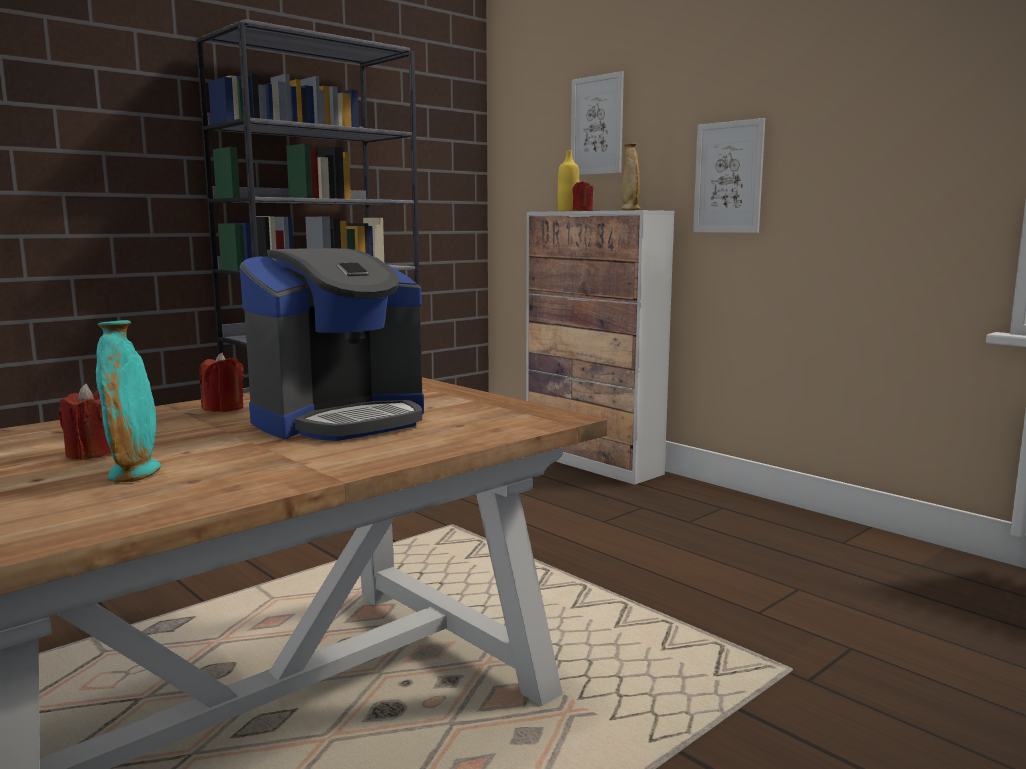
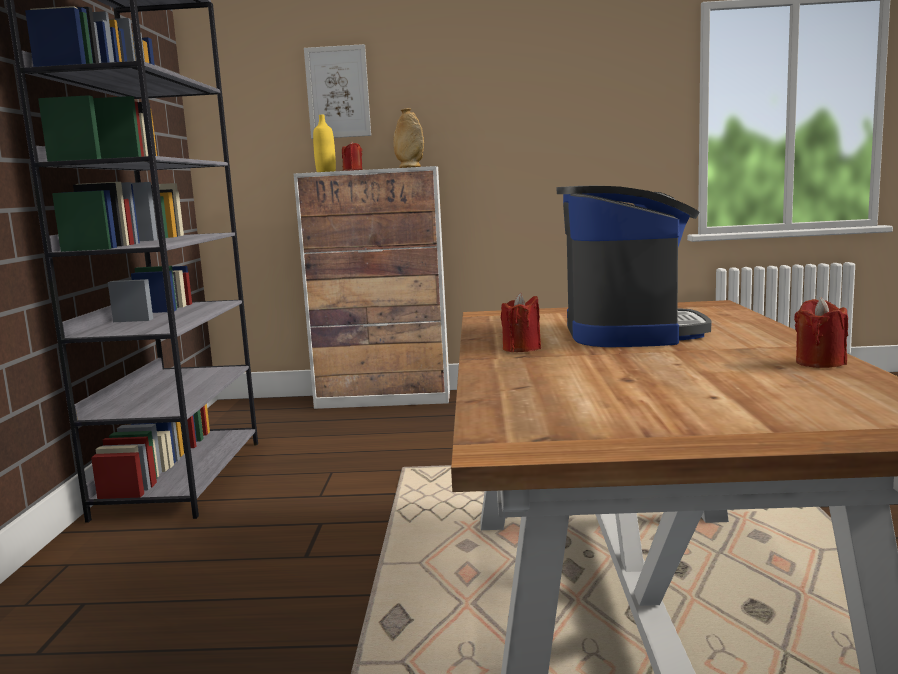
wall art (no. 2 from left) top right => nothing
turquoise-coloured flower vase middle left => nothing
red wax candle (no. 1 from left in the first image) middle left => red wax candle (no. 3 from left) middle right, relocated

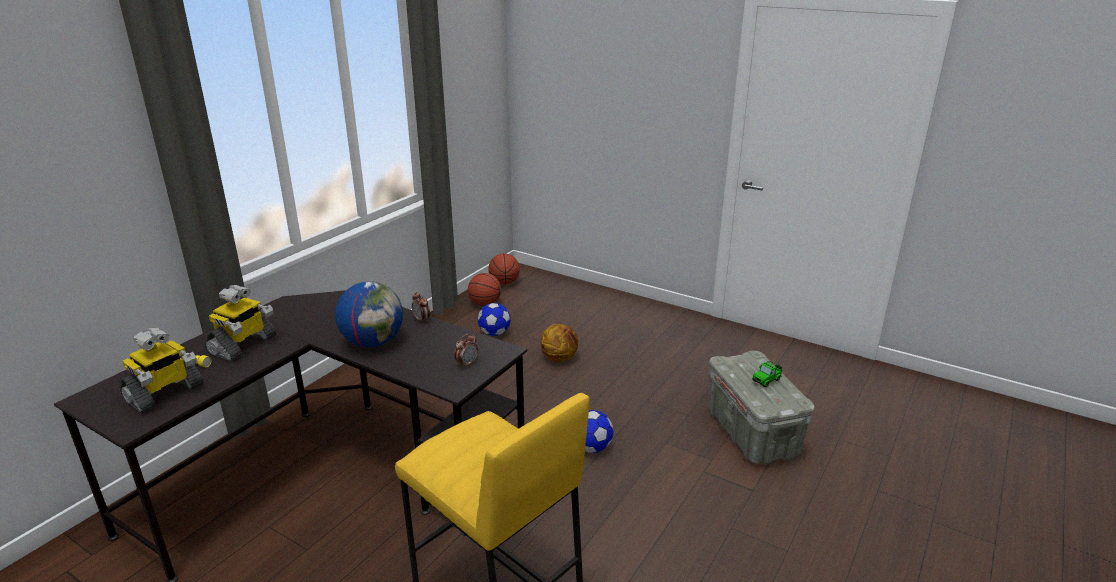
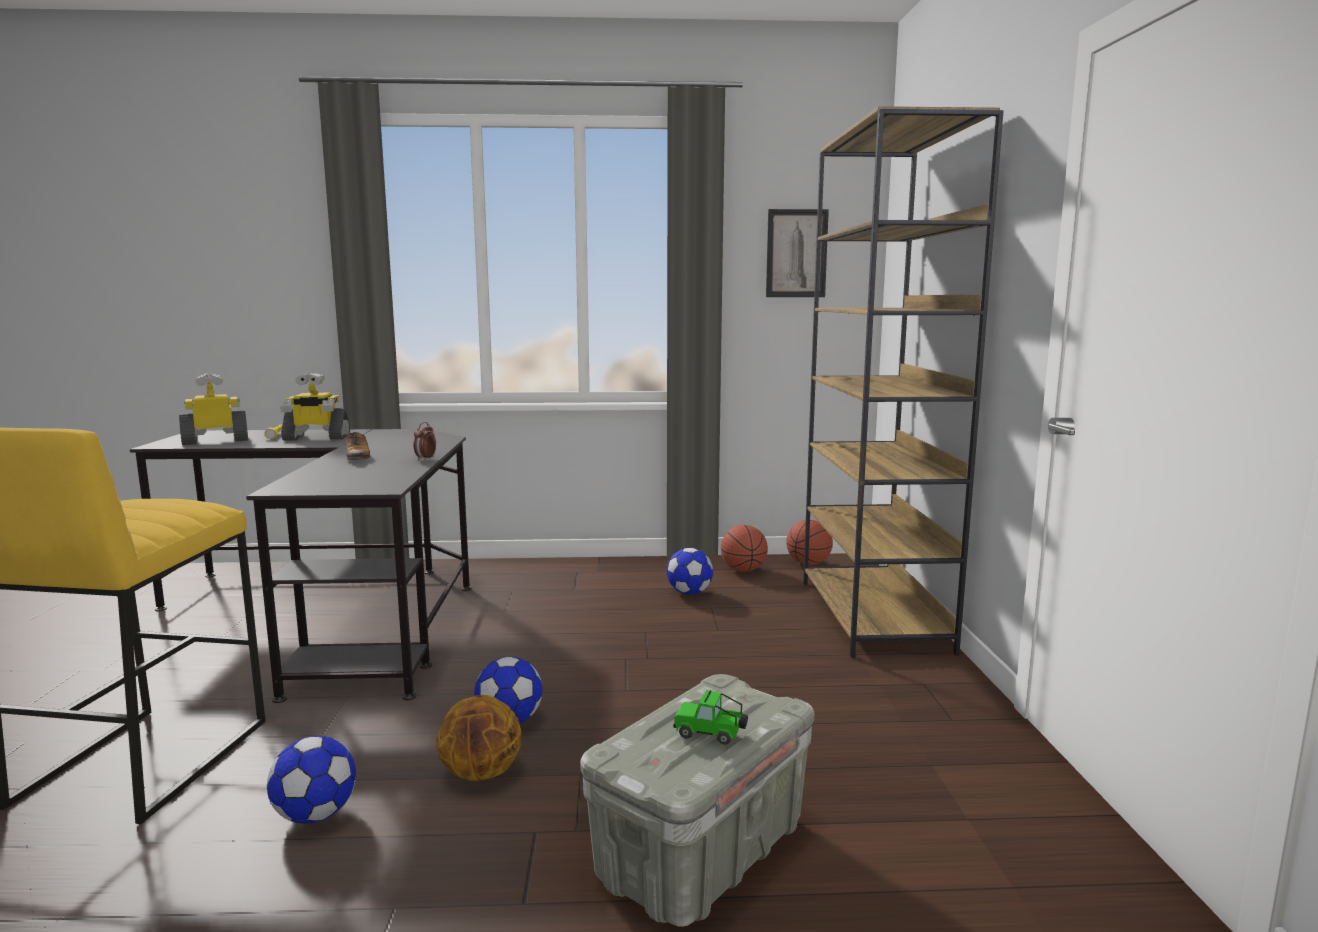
world globe middle left => low shoe middle left
basketball ball (no. 3 from left in the first image) centre => basketball ball (no. 1 from left) bottom centre, relocated
toy robot (no. 1 from left) middle left, 150 degrees clockwise
bedside clock (no. 2 from left) centre => nothing
nothing => brownish shelving unit middle right
nothing => wall art top centre
nothing => football ball (no. 1 from left) bottom left

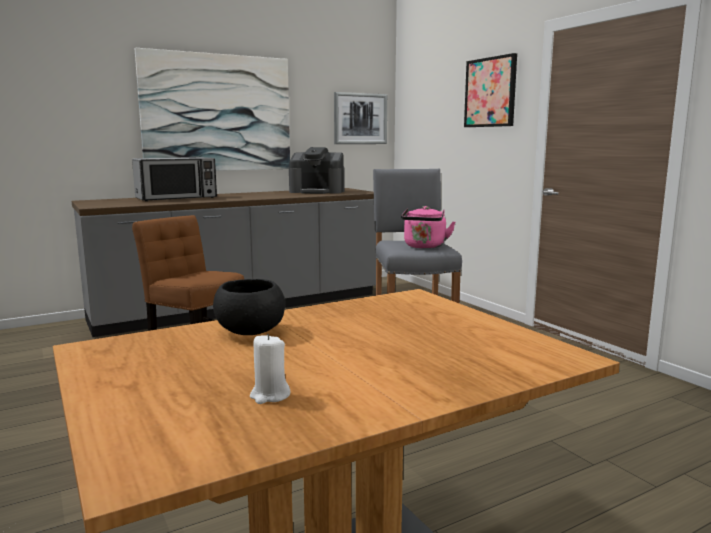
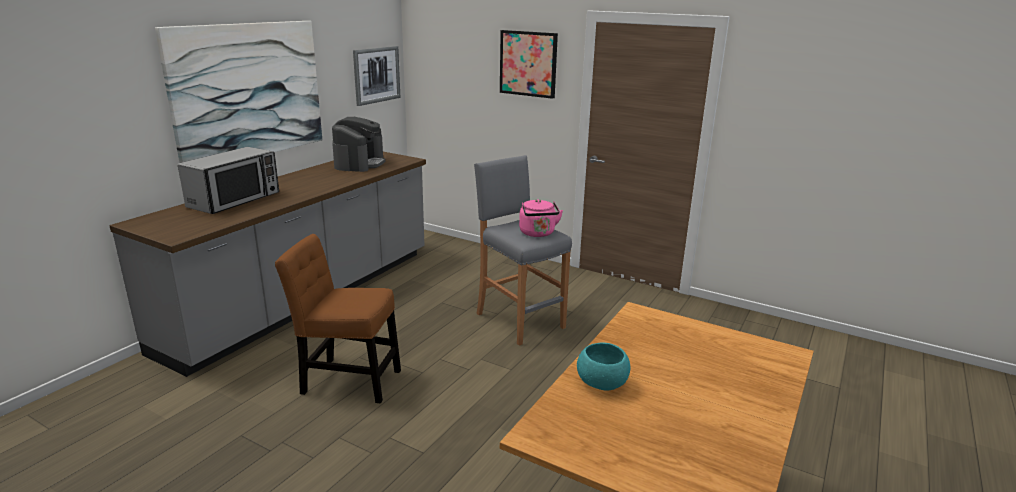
coffee machine top centre, 60 degrees counterclockwise
blackish deep dish centre => turquoise-coloured deep dish bottom centre
whitish wax candle bottom centre => nothing

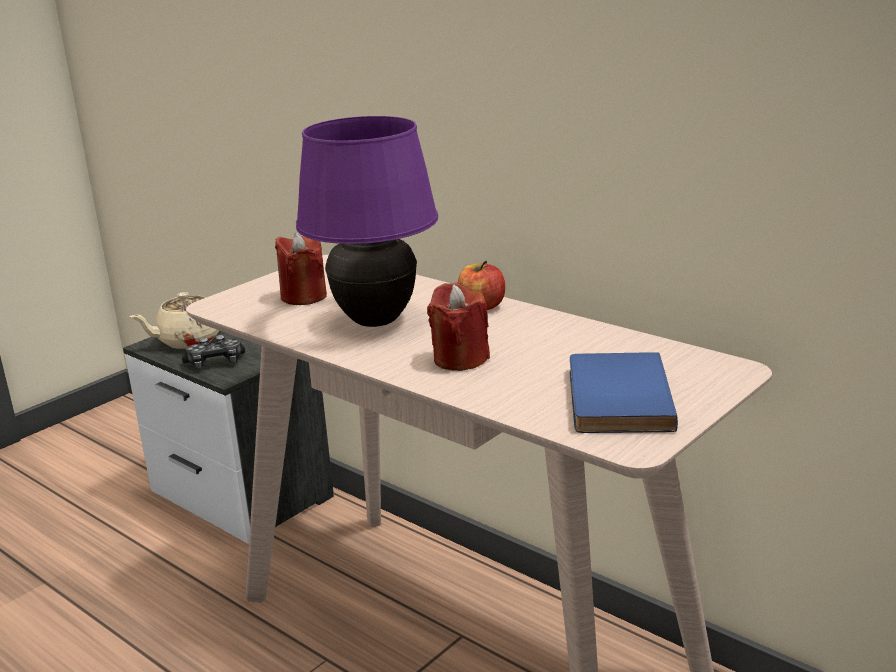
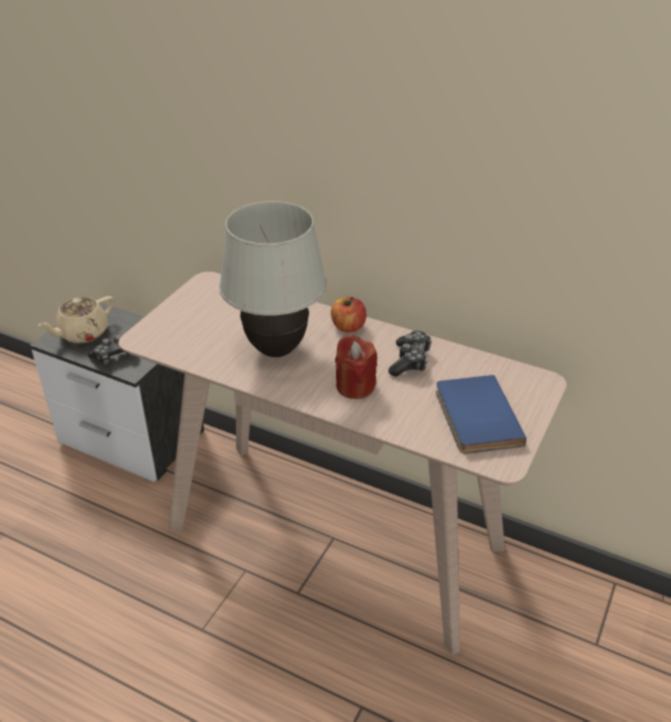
purple tabletop lamp top centre => whitish tabletop lamp centre
red wax candle (no. 1 from left) centre => nothing
nothing => joypad (no. 2 from left) centre

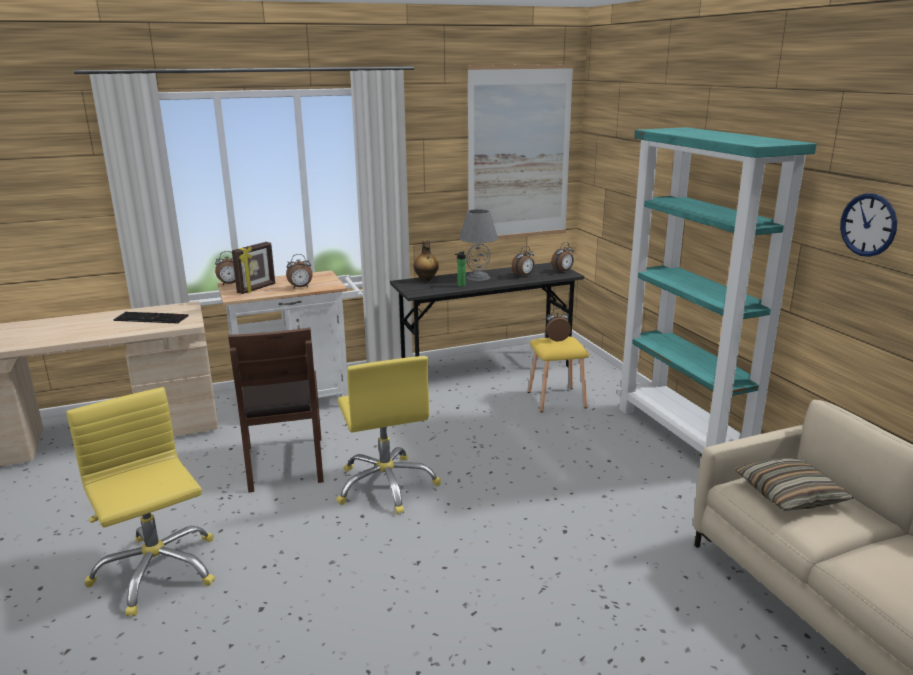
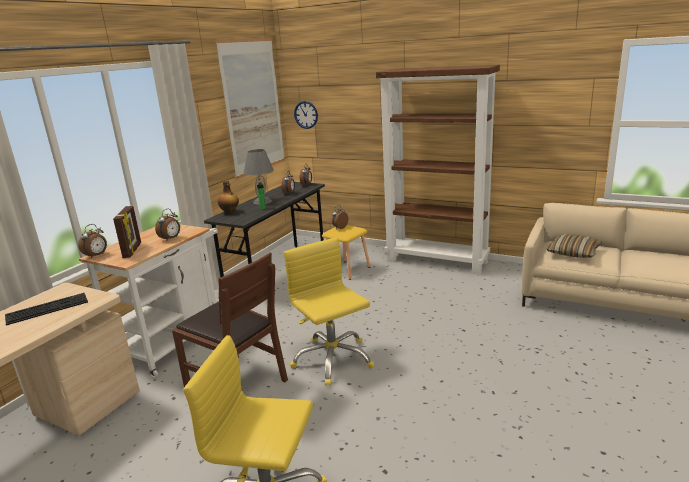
turquoise-coloured shelving unit middle right => brownish shelving unit centre
clock on the wall middle right => clock on the wall top centre, relocated
yellow desk chair (no. 2 from left) centre, 150 degrees counterclockwise

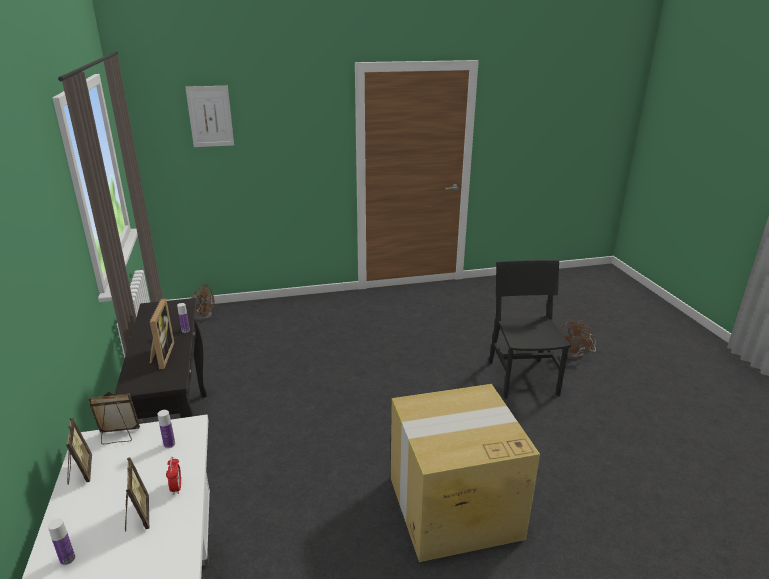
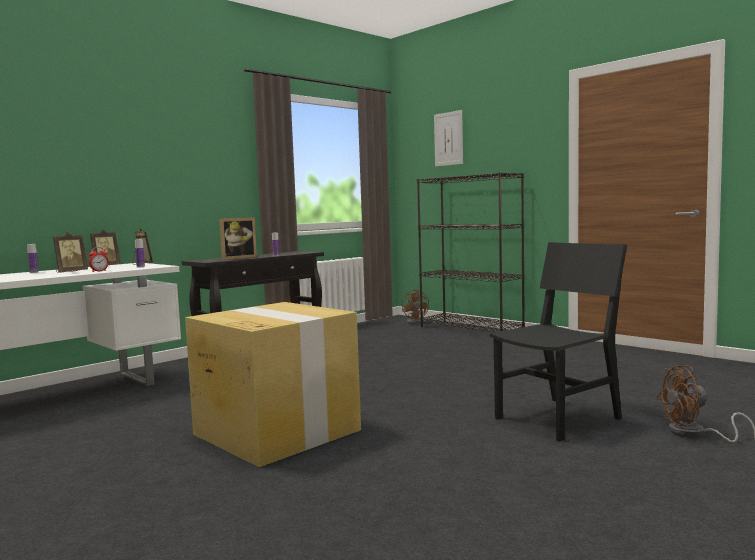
nothing => blackish shelving unit centre

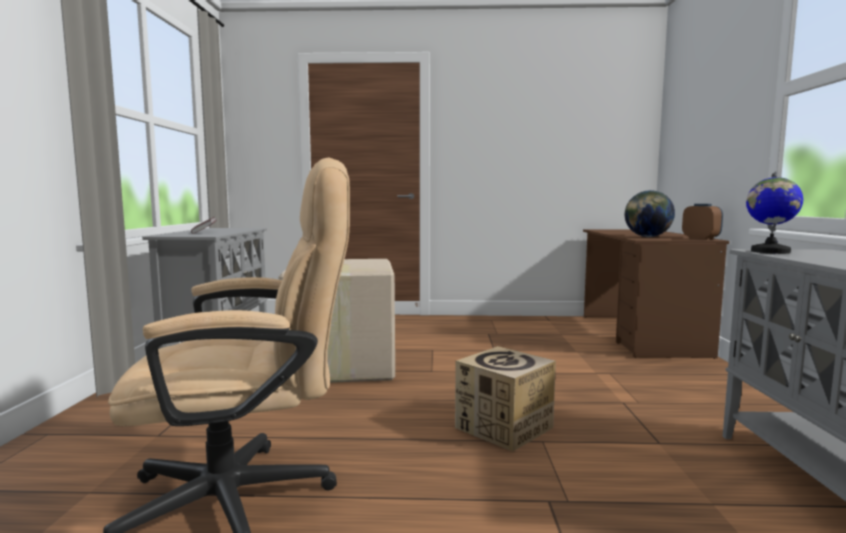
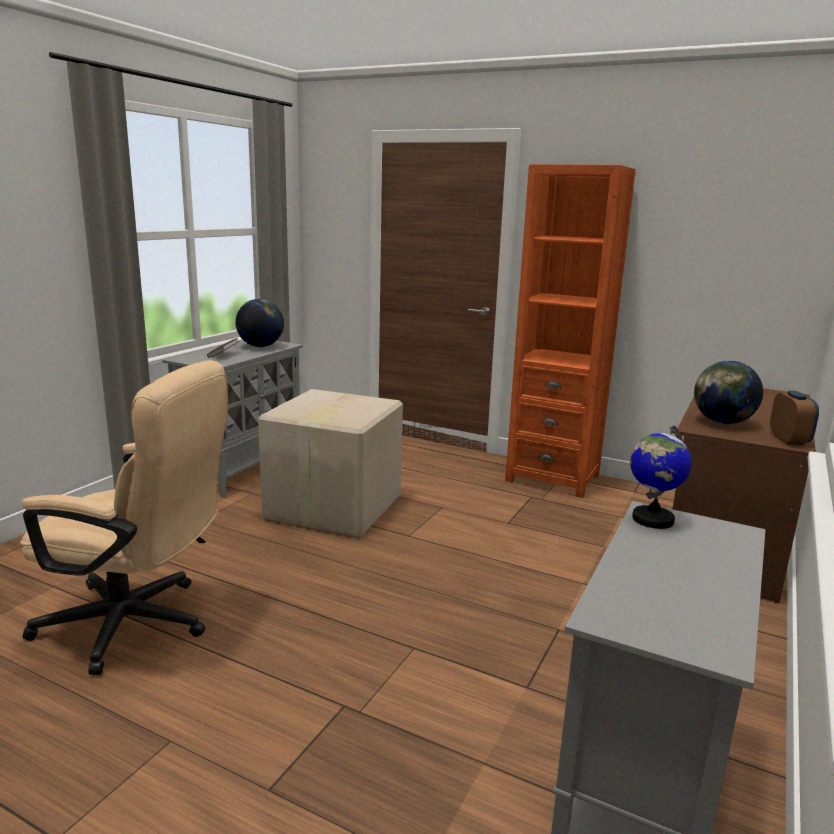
carton (no. 2 from left) bottom centre => nothing
nothing => orange-coloured shelving unit middle right
nothing => world globe (no. 1 from left) middle left

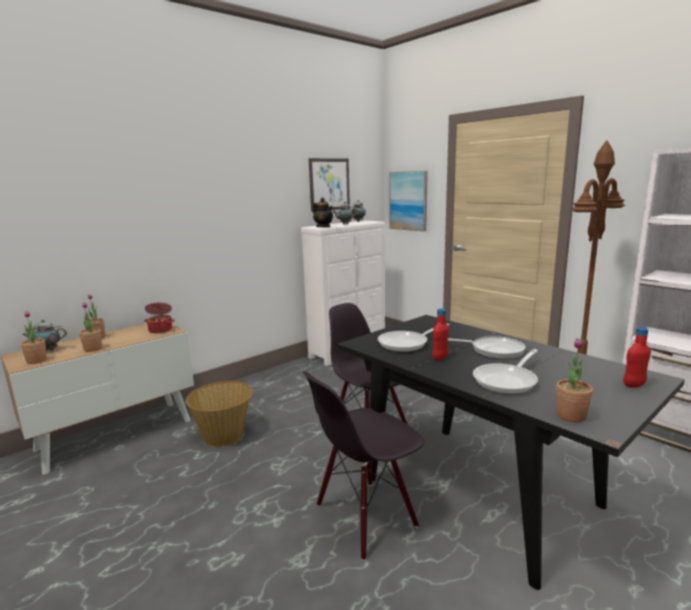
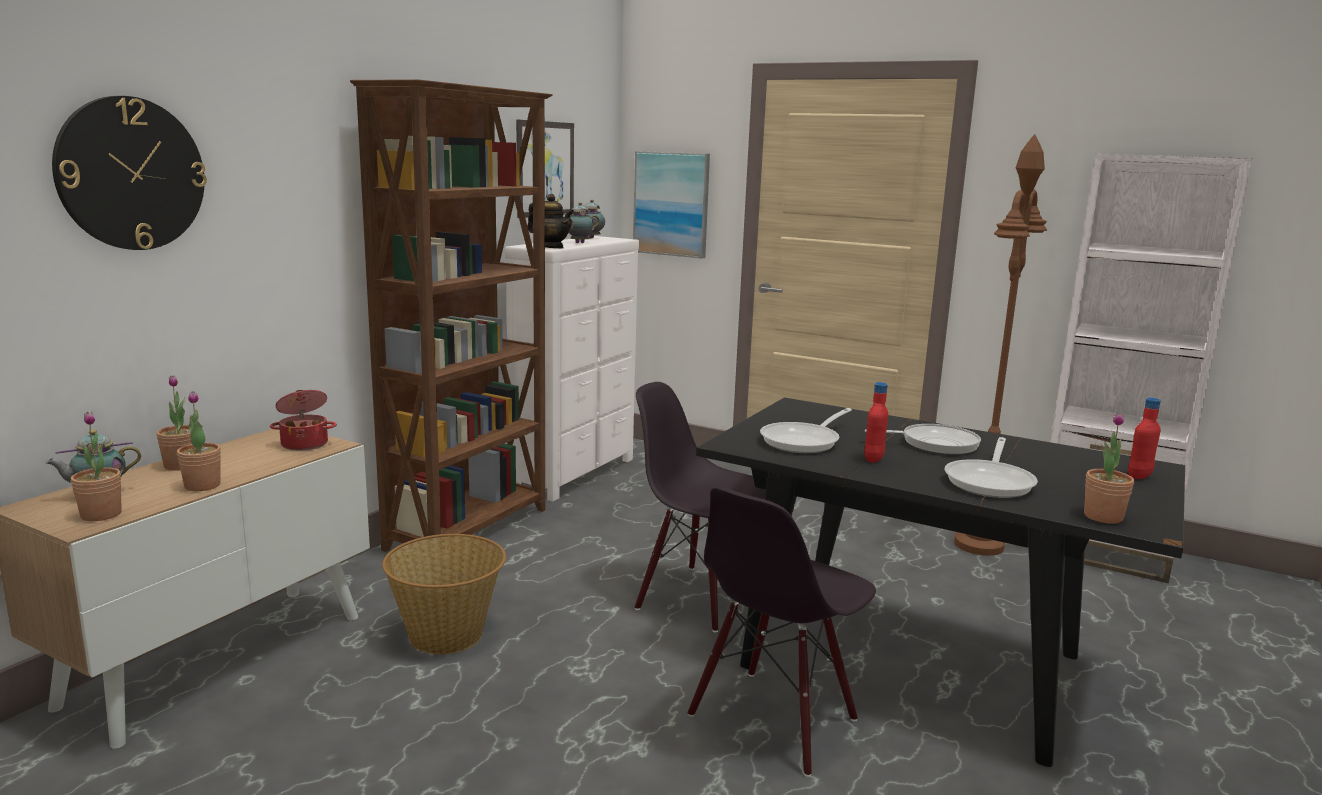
nothing => brownish shelving unit centre
nothing => clock on the wall top left

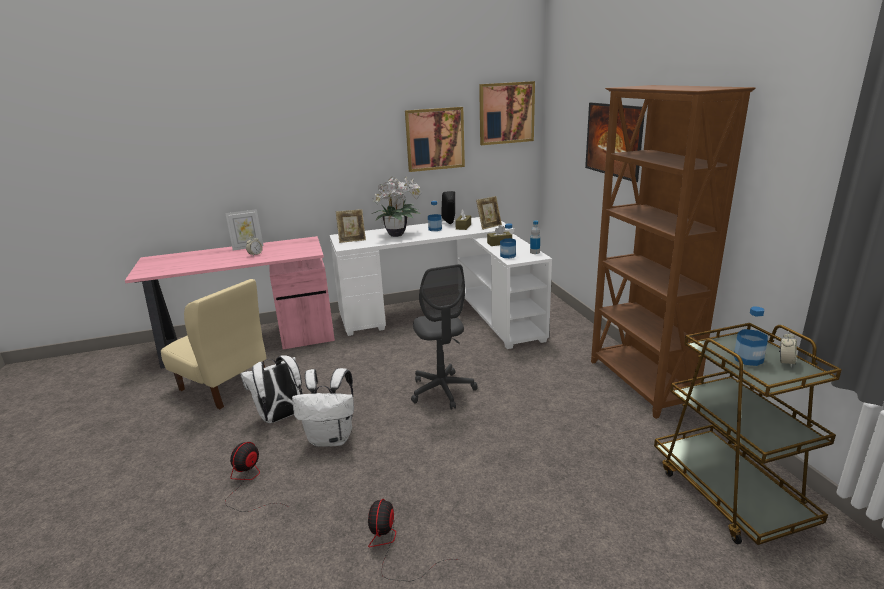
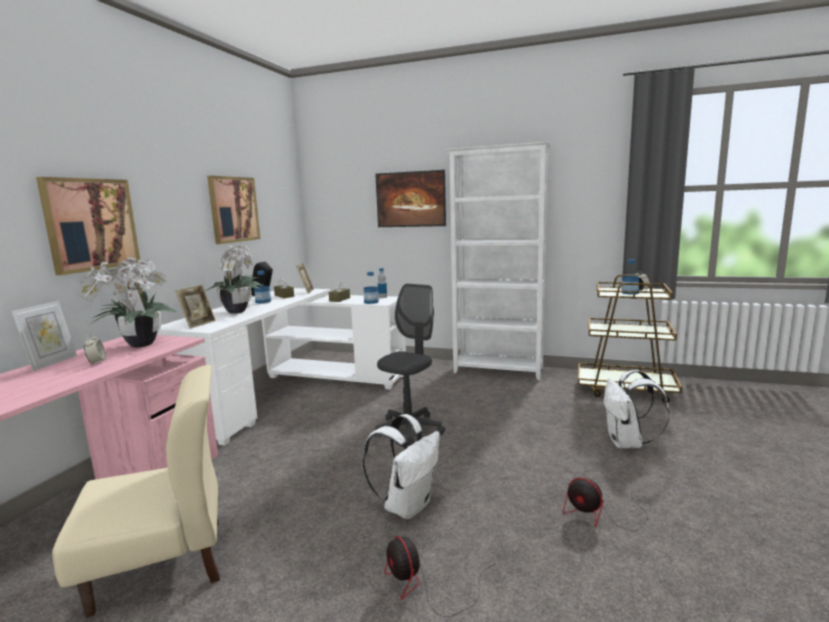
wall art (no. 2 from left in the first image) top centre => wall art (no. 1 from left) middle left, relocated
brownish shelving unit middle right => whitish shelving unit centre
gray desk chair centre, 75 degrees counterclockwise
whitish backpack (no. 1 from left in the first image) middle left => whitish backpack (no. 2 from left) middle right, relocated
nothing => potted plant (no. 1 from left) middle left

